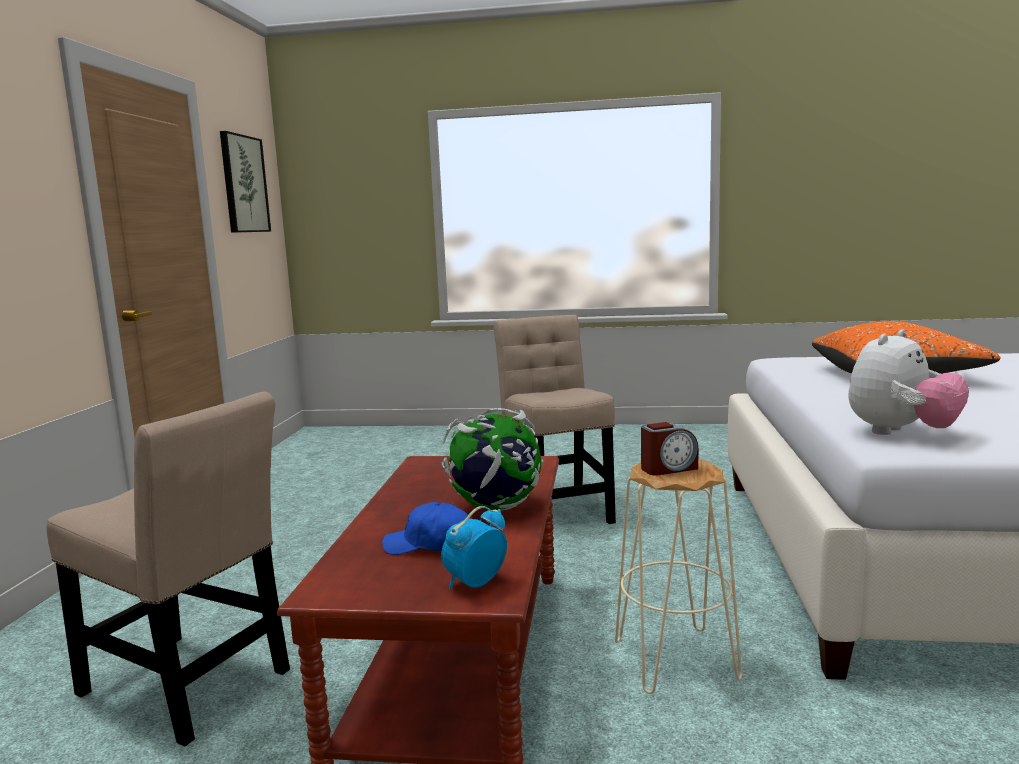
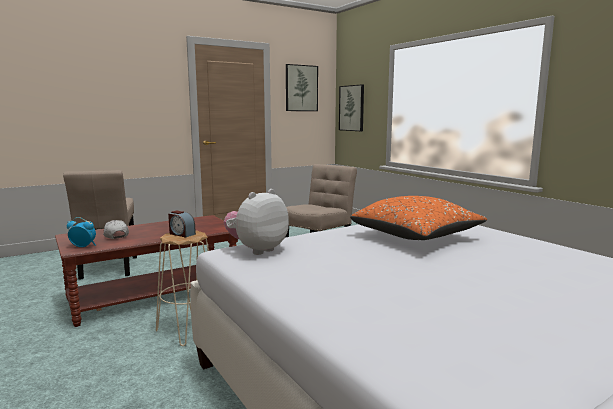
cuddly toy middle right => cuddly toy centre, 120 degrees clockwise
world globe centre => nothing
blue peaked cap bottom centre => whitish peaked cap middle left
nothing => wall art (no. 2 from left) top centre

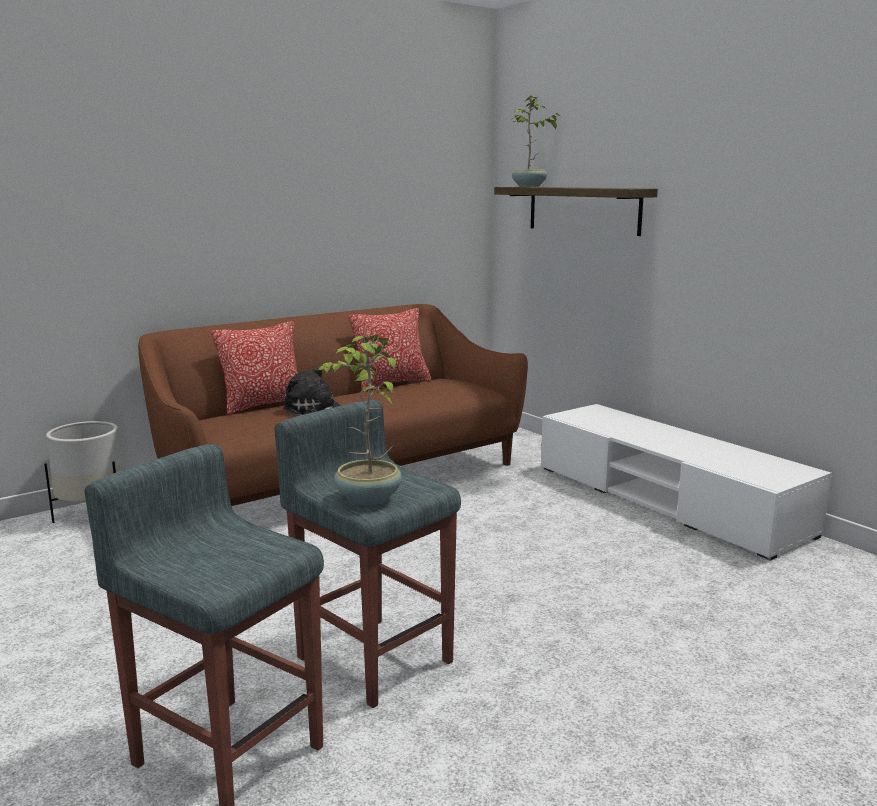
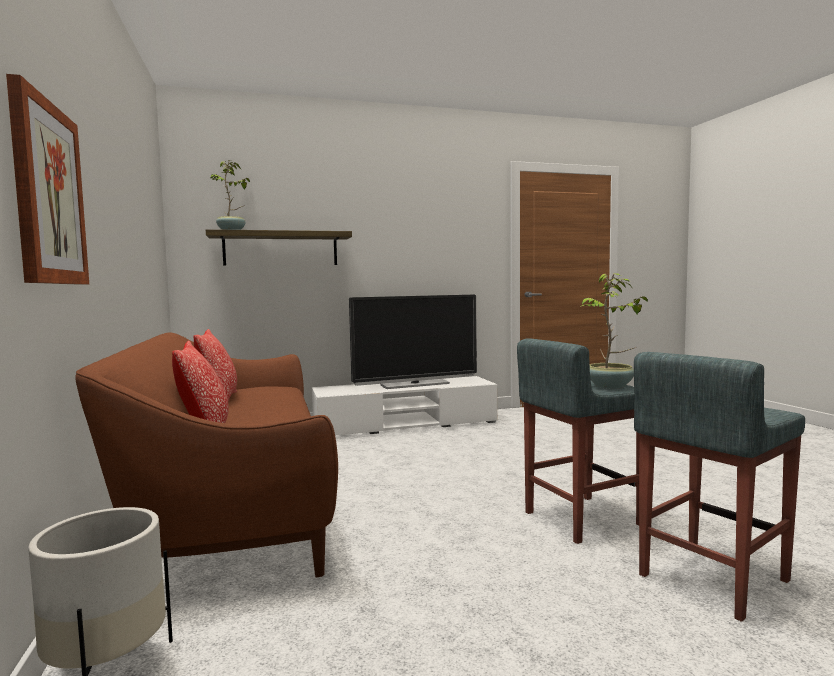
cuddly toy centre => nothing
nothing => wall art top left
nothing => TV set centre

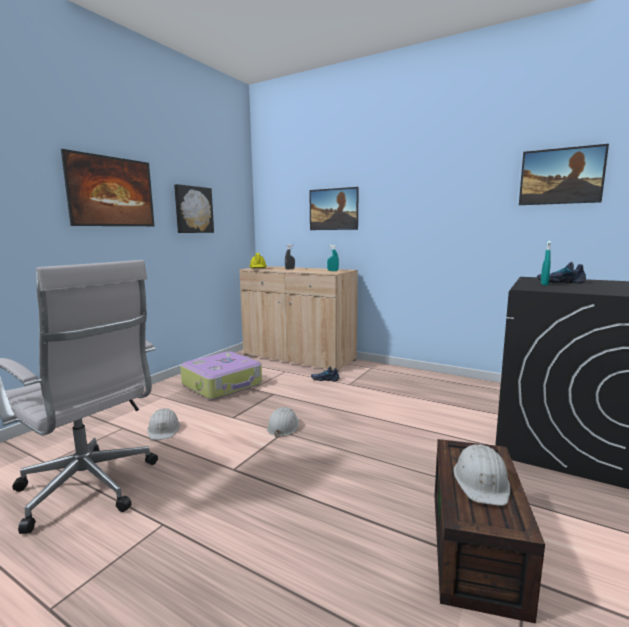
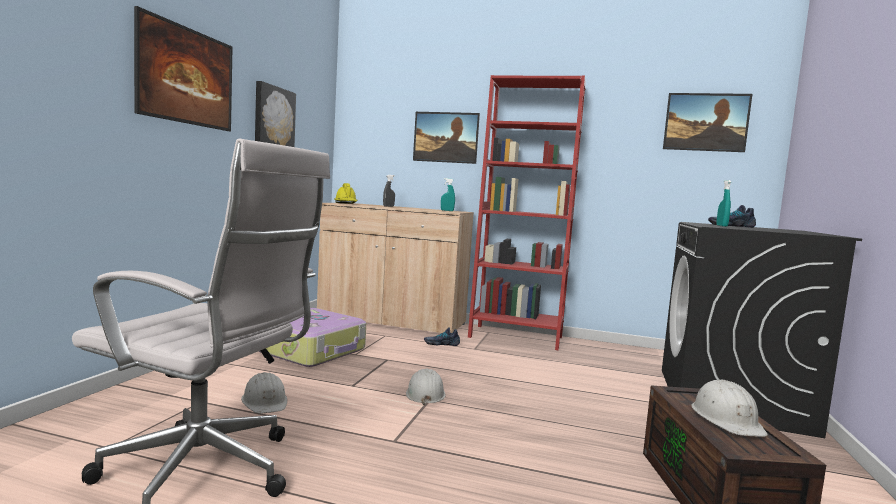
nothing => red shelving unit centre

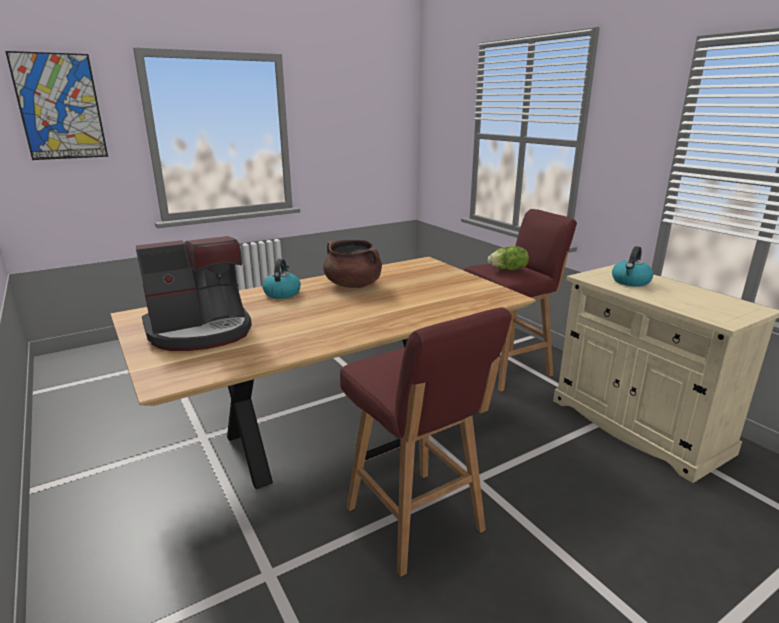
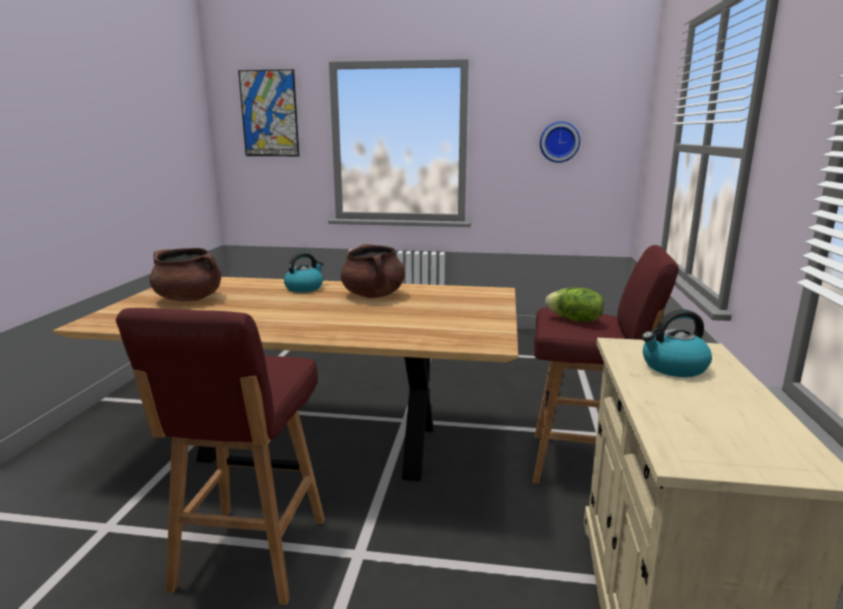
coffee machine middle left => brownish stockpot (no. 1 from left) middle left
nothing => clock on the wall top centre

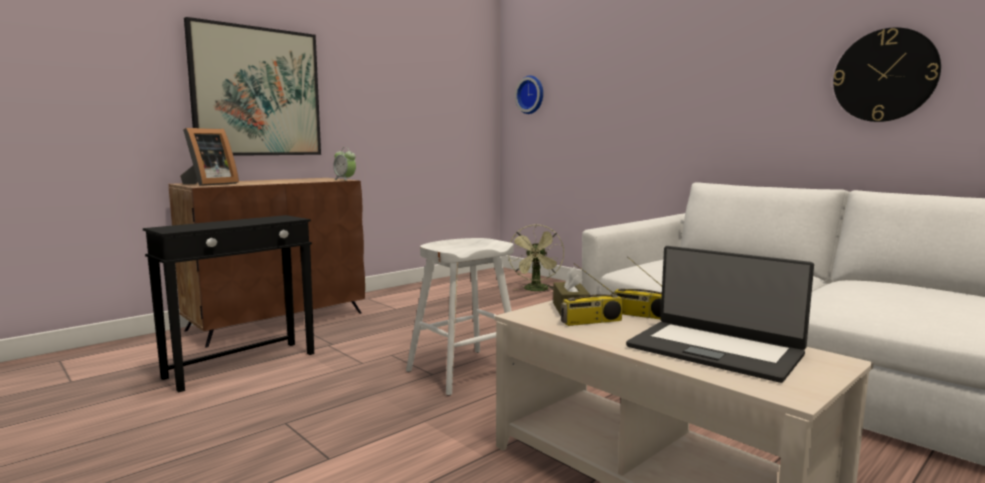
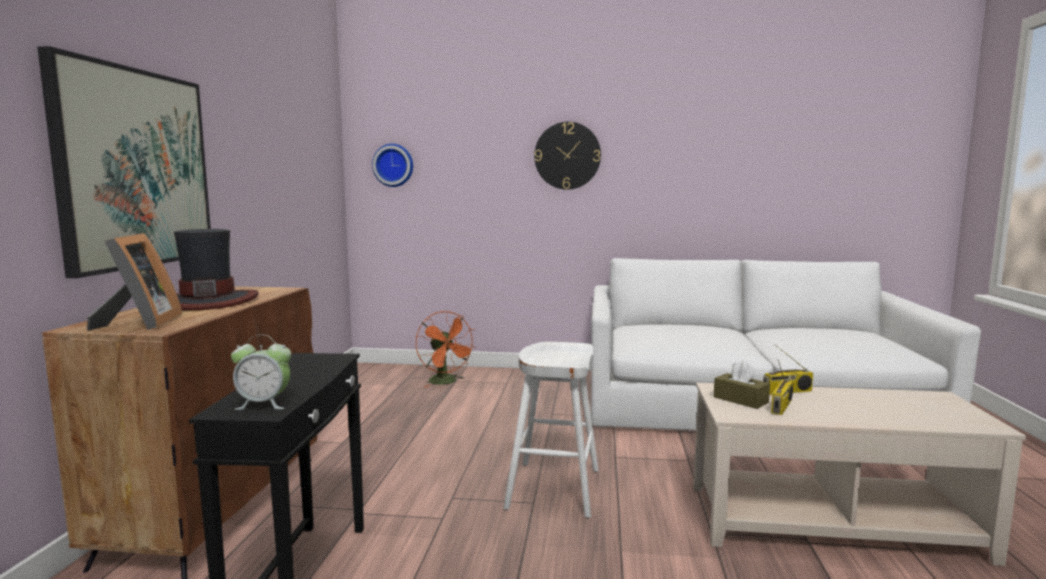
clock on the wall (no. 2 from left) top right => clock on the wall (no. 2 from left) top centre, relocated
bedside clock centre => bedside clock middle left, relocated
green-coloured fan centre => orange-coloured fan centre
portable computer middle right => nothing
nothing => hat middle left

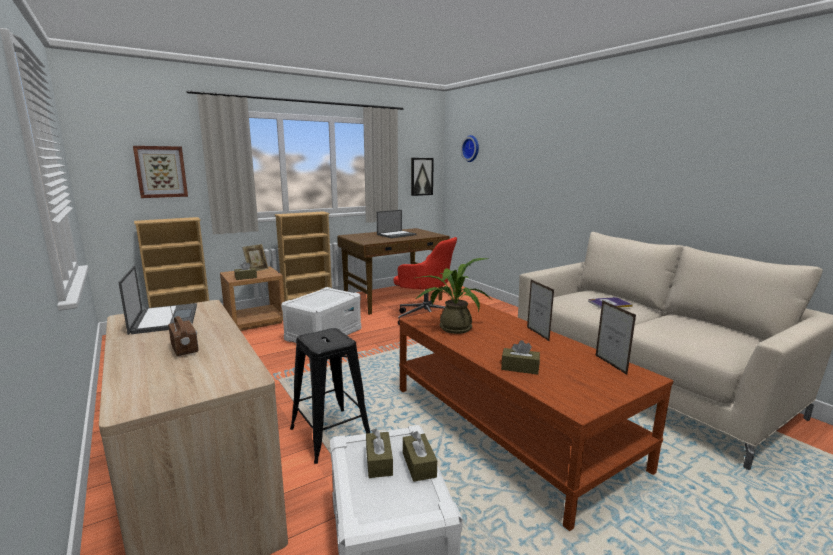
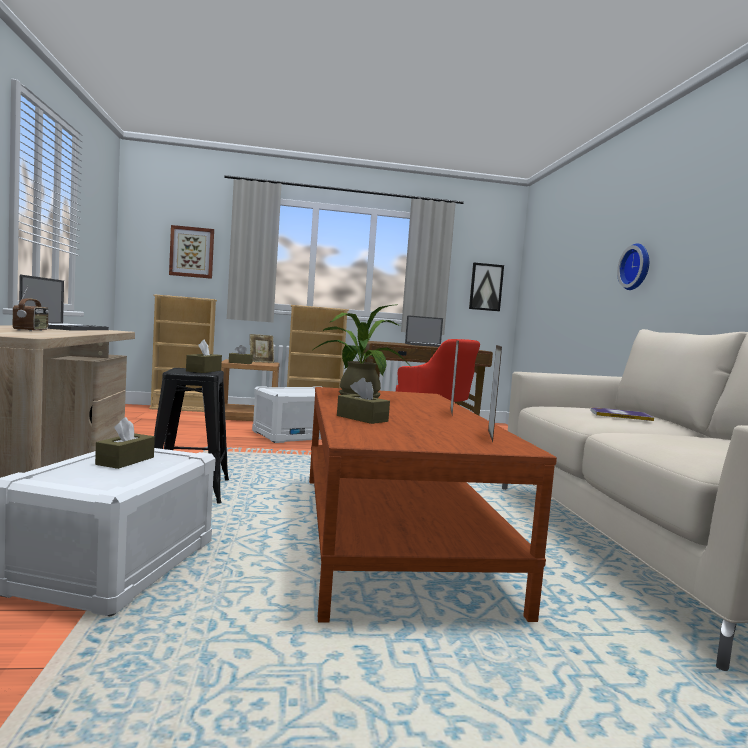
clock on the wall top centre => clock on the wall middle right, relocated
brownish tissue box (no. 3 from left in the first image) bottom centre => brownish tissue box (no. 2 from left) middle left, relocated

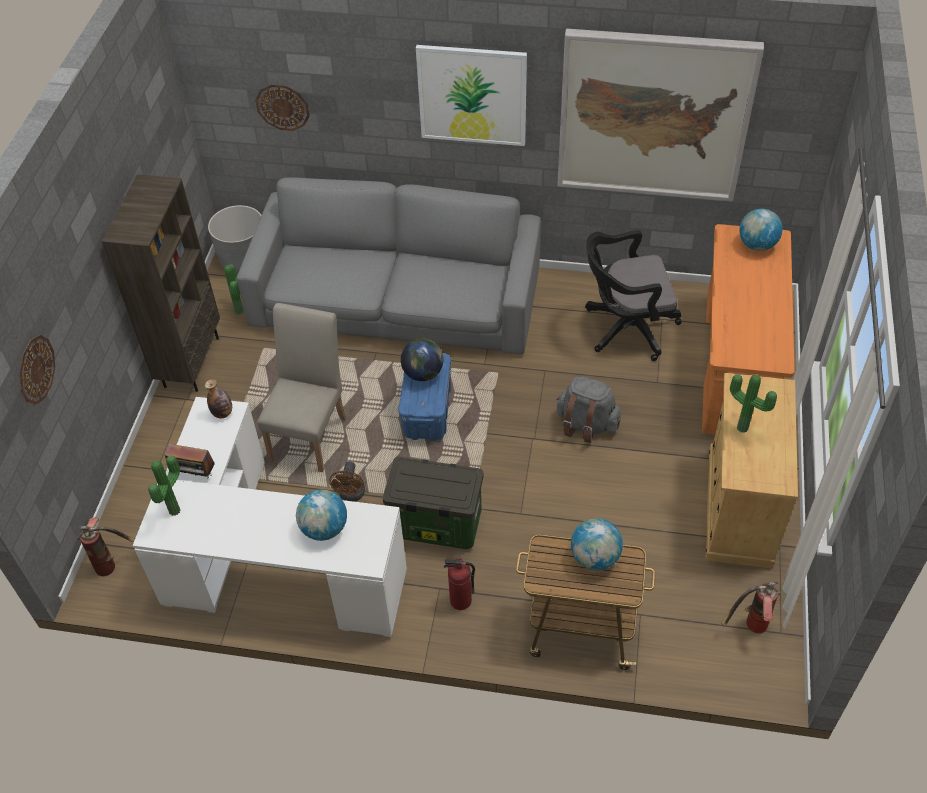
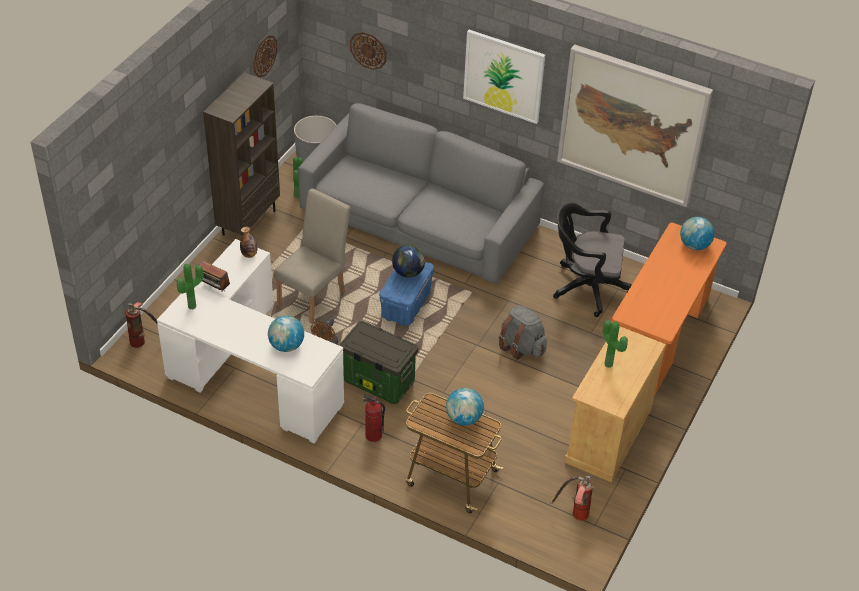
clock on the wall (no. 1 from left) middle left => clock on the wall (no. 1 from left) top left, relocated

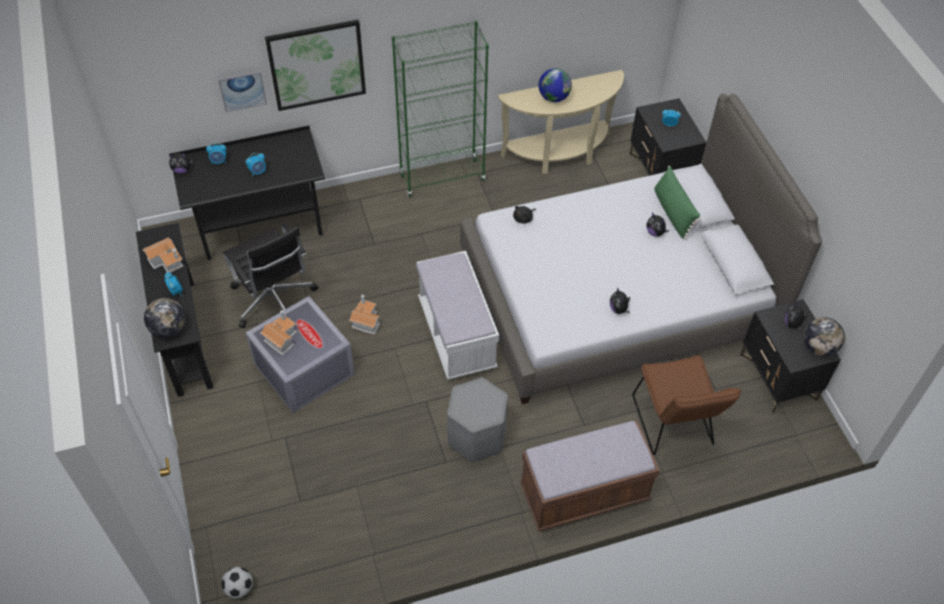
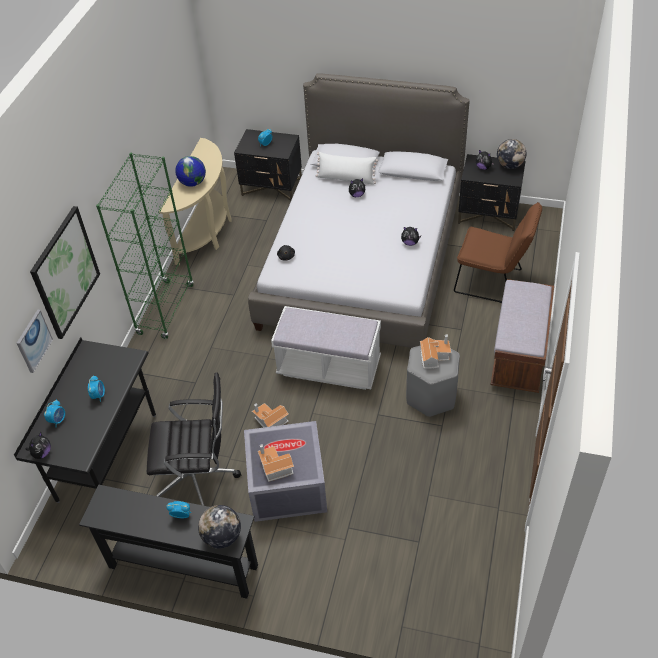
green-coloured pillow middle right => whitish pillow top centre
model house (no. 1 from left in the first image) middle left => model house (no. 3 from left) centre, relocated
football ball bottom left => nothing

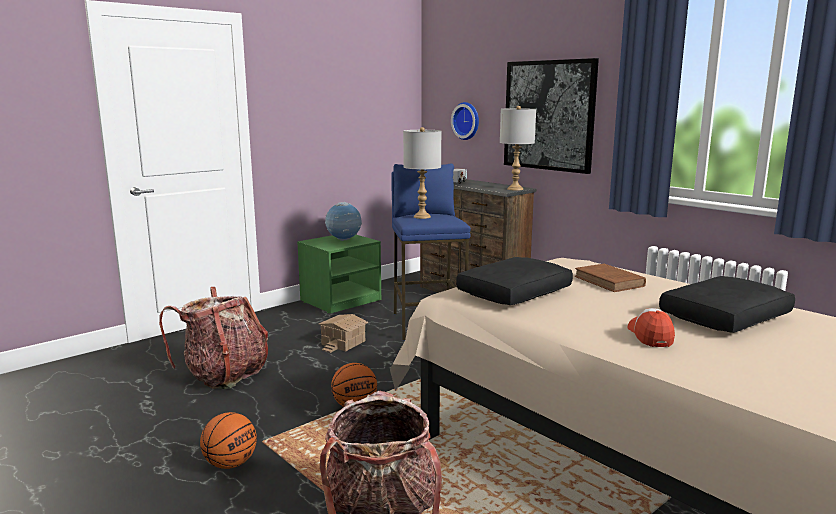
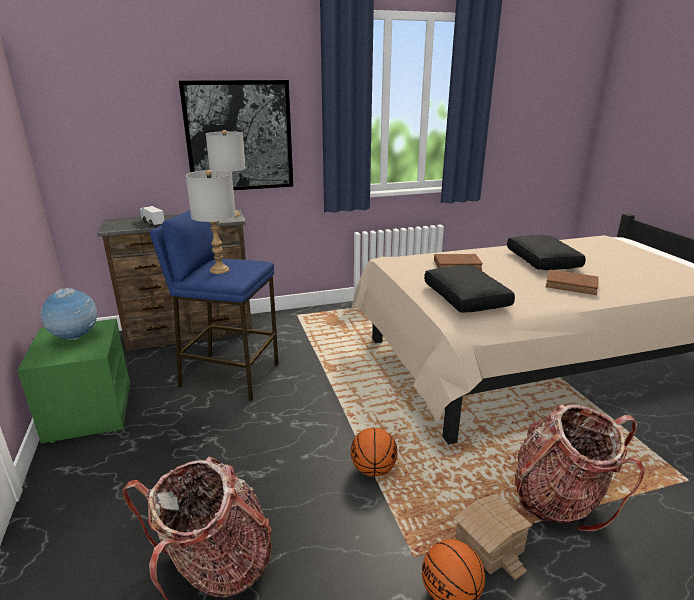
clock on the wall top centre => nothing
peaked cap middle right => brownish volume (no. 2 from left) middle right
model house centre => model house bottom right, relocated

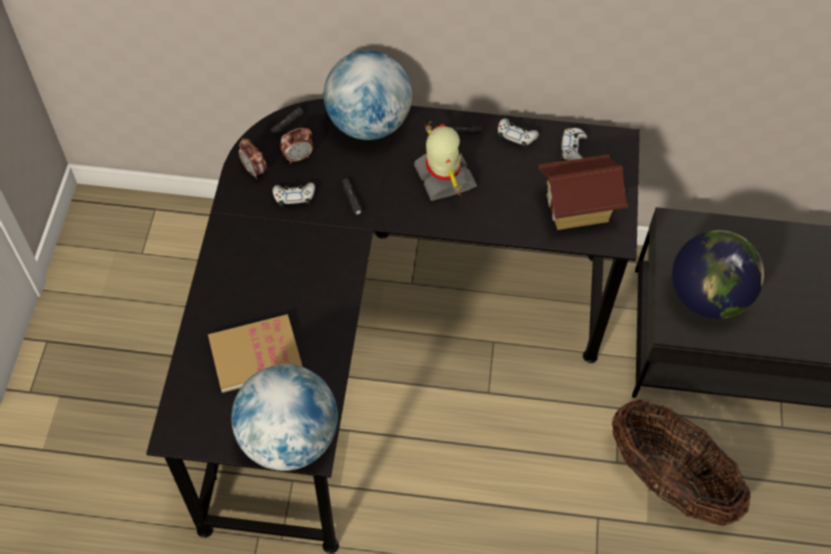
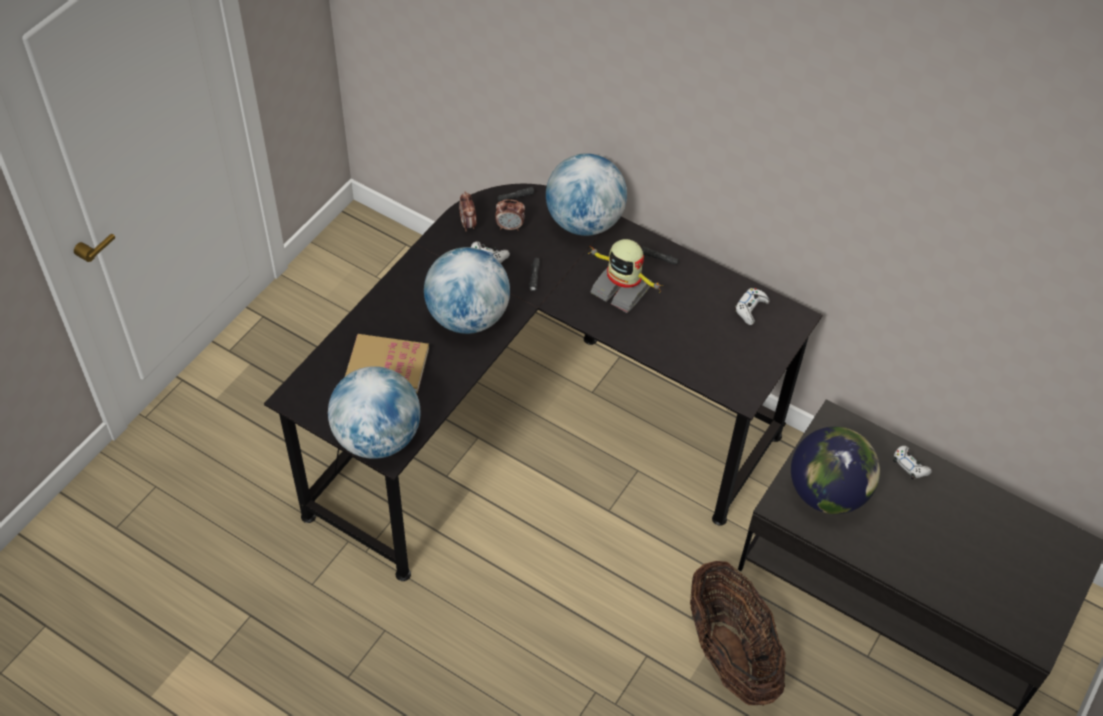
whitish joypad (no. 2 from left in the first image) top centre => whitish joypad (no. 3 from left) middle right, relocated
toy robot top centre => toy robot centre, 120 degrees clockwise
model house middle right => nothing
nothing => world globe (no. 2 from left) centre

